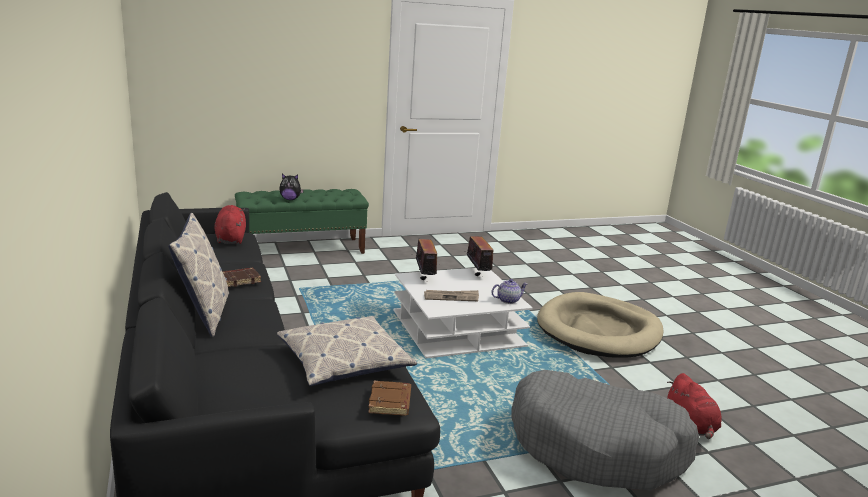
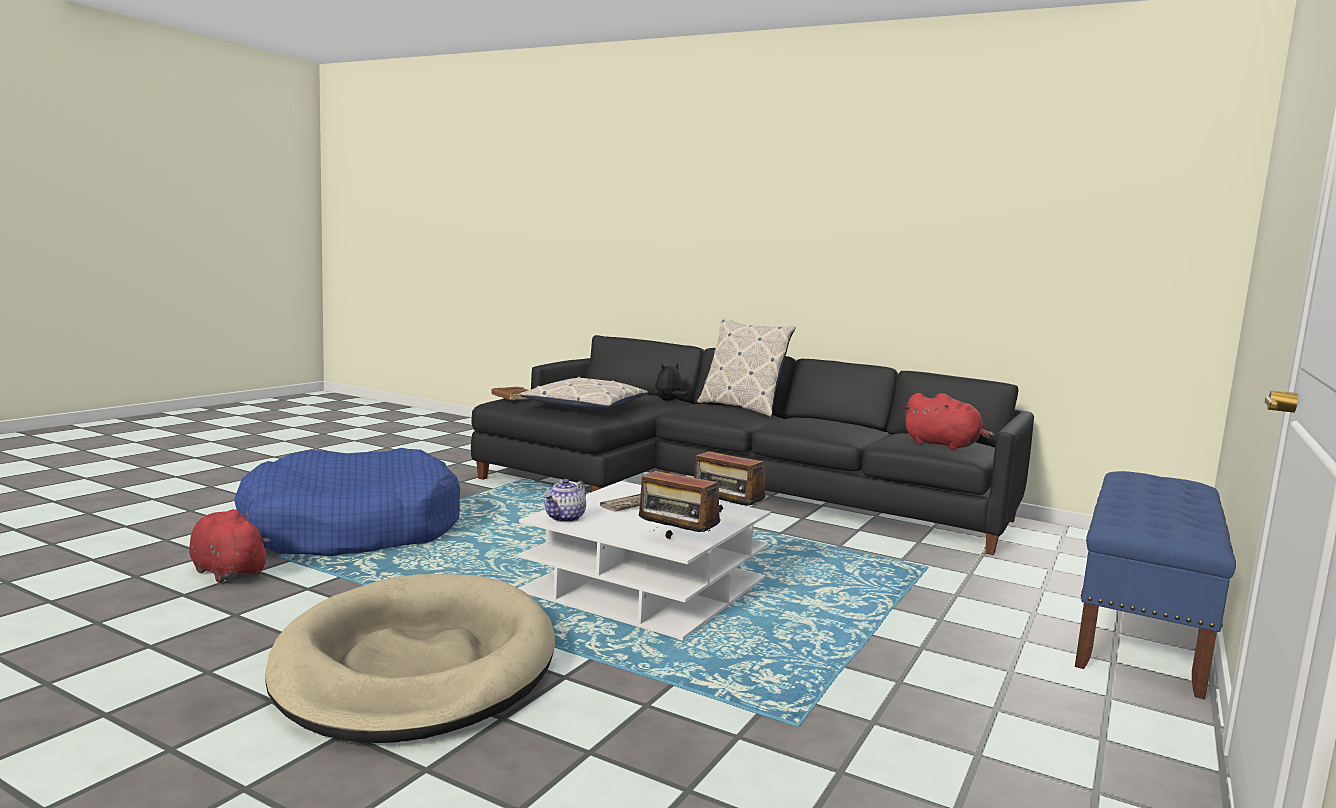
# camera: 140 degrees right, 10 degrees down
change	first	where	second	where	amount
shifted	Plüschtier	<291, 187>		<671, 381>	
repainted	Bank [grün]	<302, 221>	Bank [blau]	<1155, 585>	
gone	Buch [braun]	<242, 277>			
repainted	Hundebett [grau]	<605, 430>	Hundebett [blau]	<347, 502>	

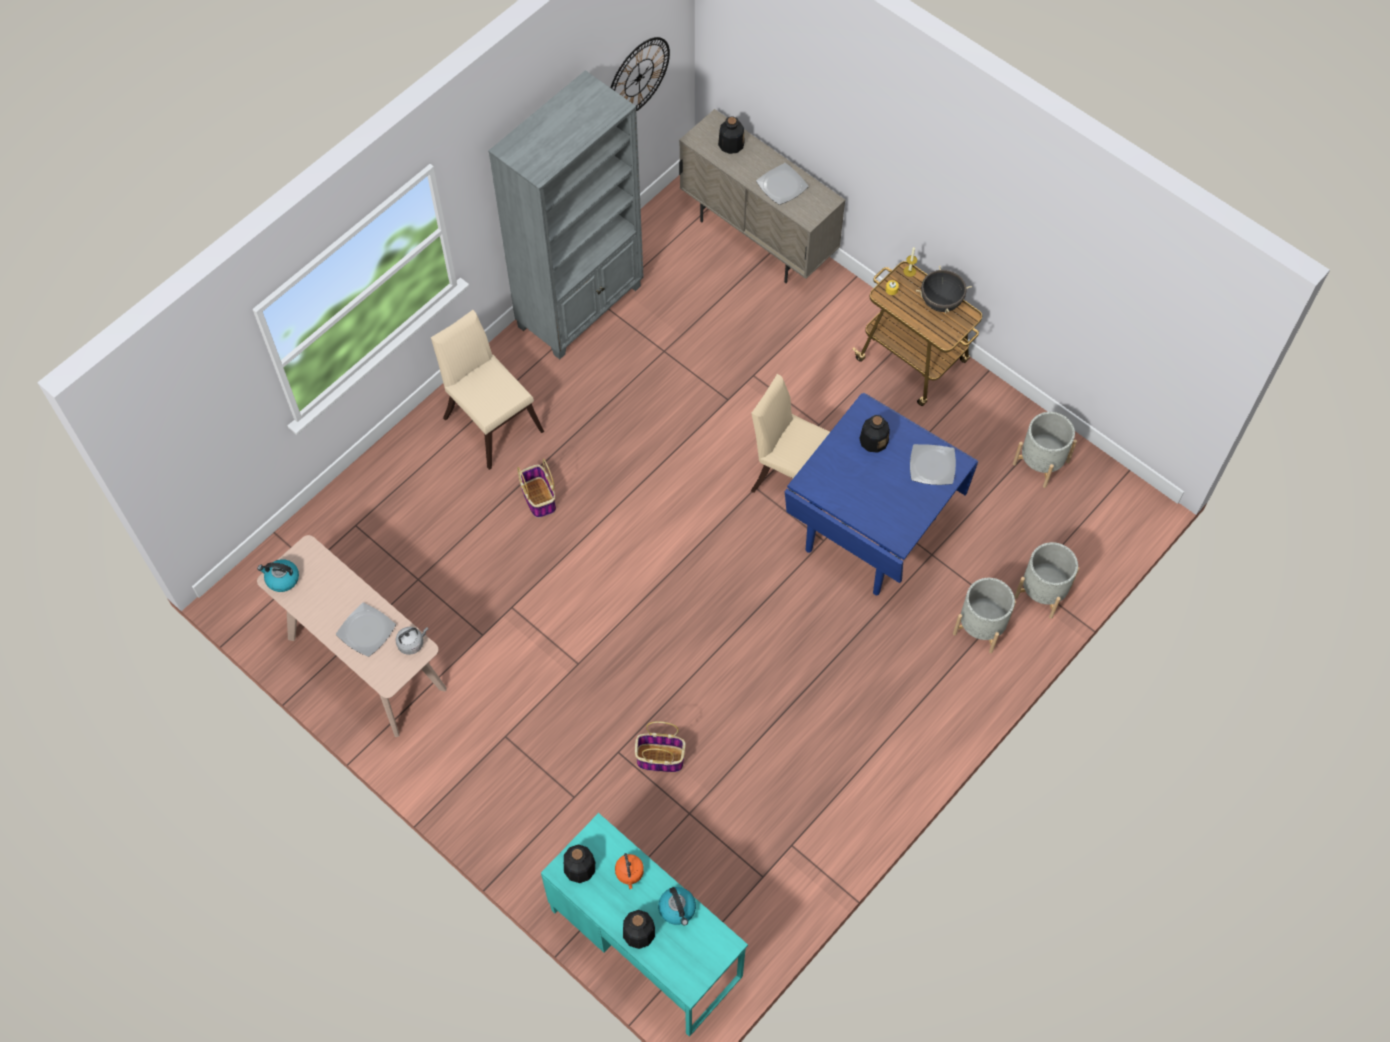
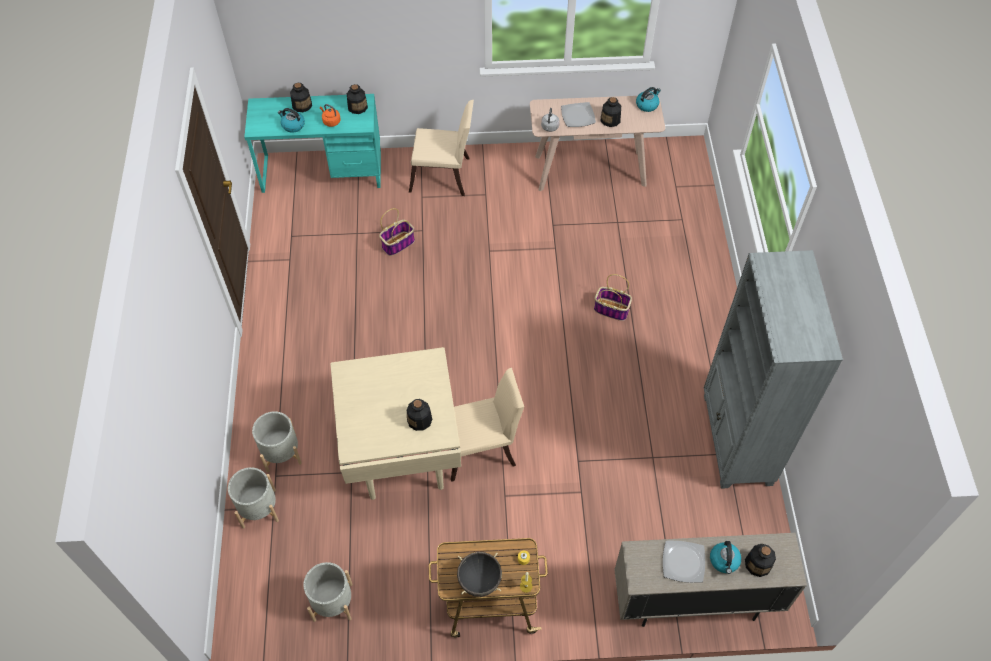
# camera: 135 degrees right, 5 degrees down
change	first	where	second	where	amount
gone	Wanduhr	<640, 74>			
shifted	Stuhl [beige]	<487, 390>		<441, 148>	
repainted	Esstisch [blau]	<881, 494>	Esstisch [beige]	<395, 423>	
gone	Teller	<933, 464>			
new			Flasche	<611, 112>	
new			Wasserkessel	<726, 557>	

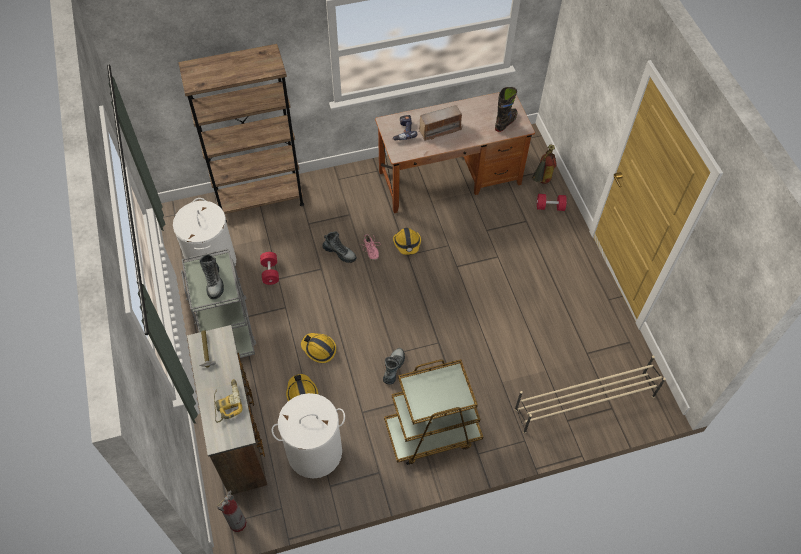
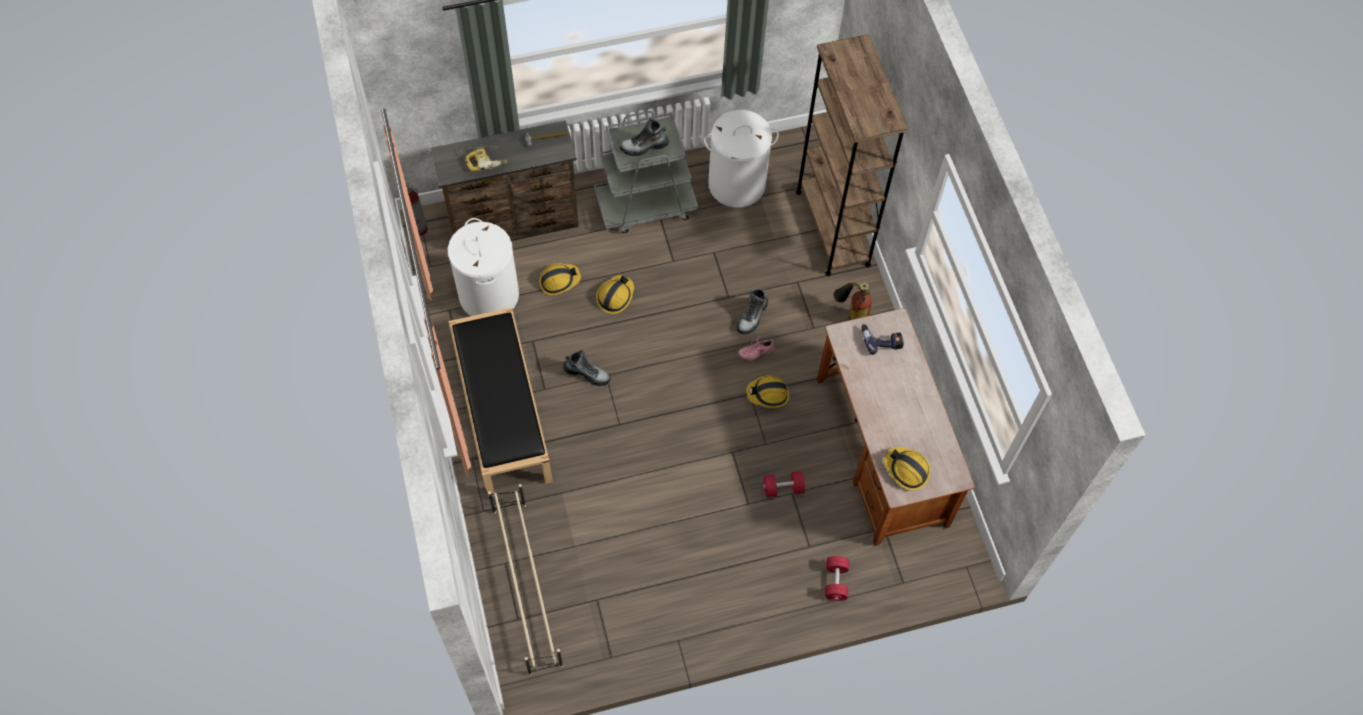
# camera: 90 degrees right, 5 degrees up
change	first	where	second	where	amount
swapped	Stiefel [schwarz]	<506, 109>	Schutzhelm	<907, 469>	
gone	Radio	<441, 123>			
shifted	Feuerlöscher	<544, 164>		<852, 301>	
shifted	Hantel [rot]	<269, 268>		<784, 484>	
swapped	Rollwagen [braun]	<433, 412>	Bank [schwarz]	<500, 402>	

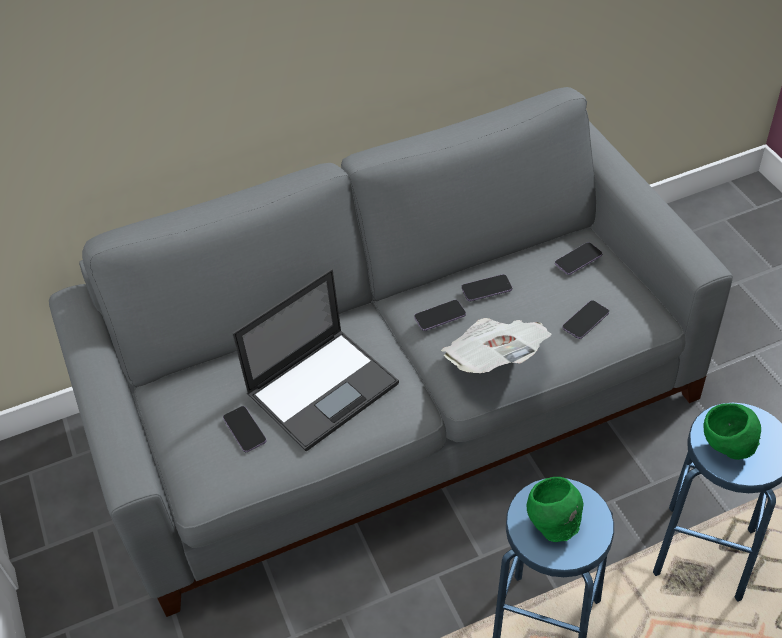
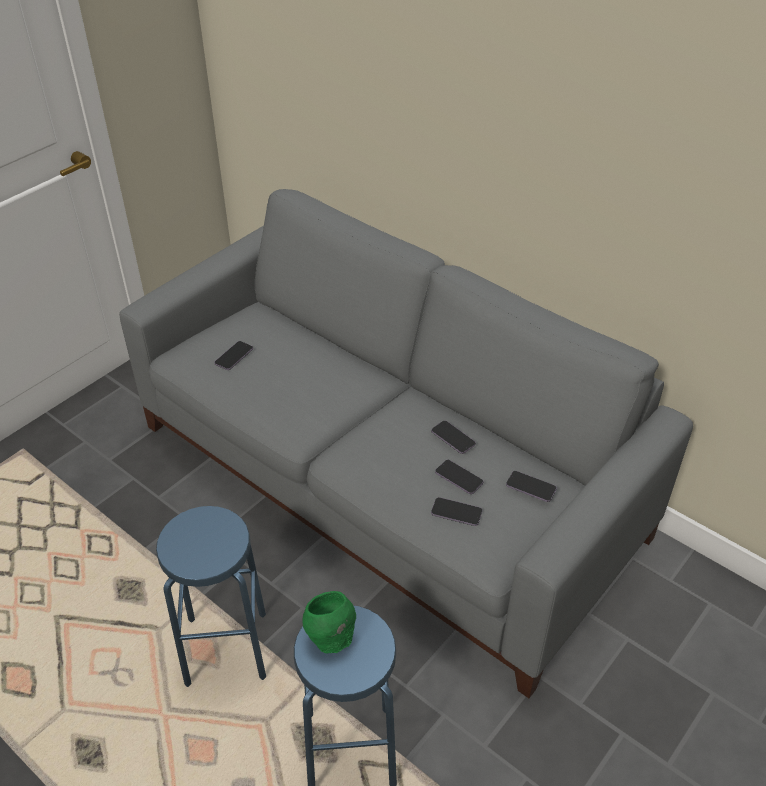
# camera: 60 degrees right, 5 degrees down
change	first	where	second	where	amount
gone	Laptop	<315, 360>			
shifted	Handy	<440, 315>		<459, 477>	
gone	Zeitung	<496, 345>			
gone	Schüssel [grün]	<555, 509>			

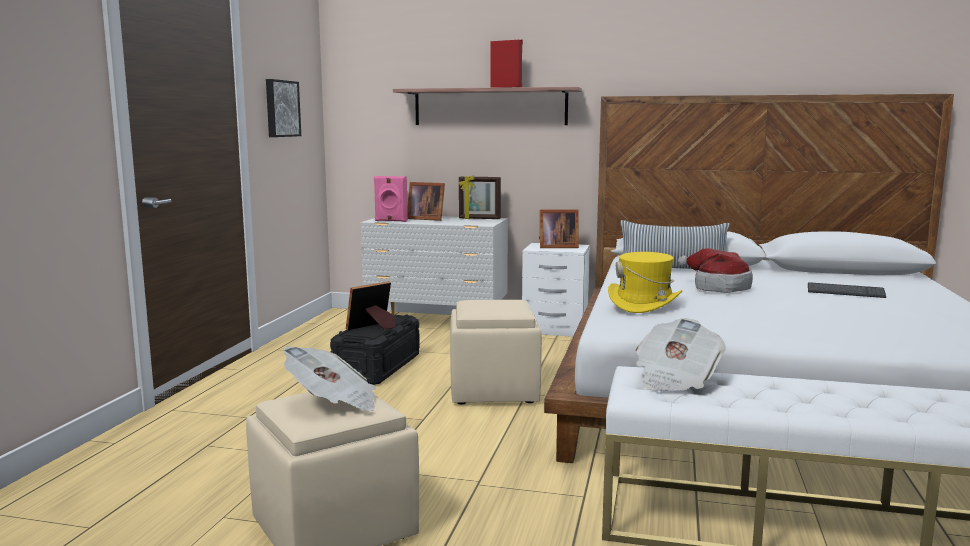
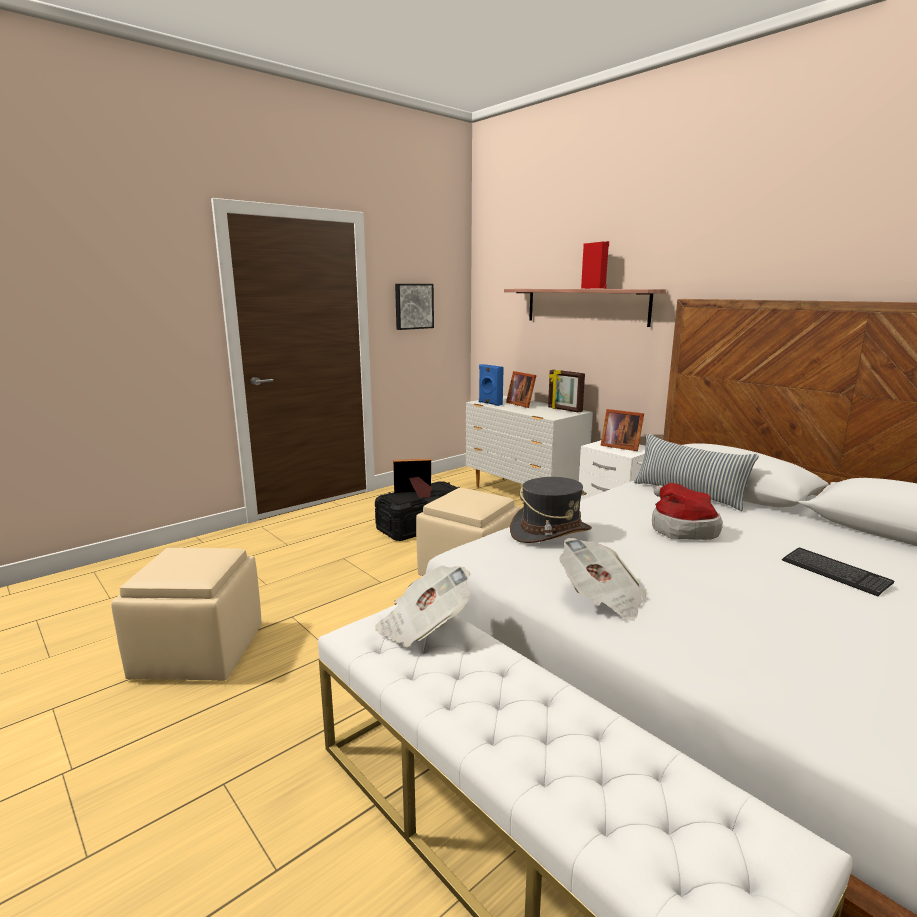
# camera: 35 degrees right, 5 degrees up
change	first	where	second	where	amount
repainted	Lautsprecher [rosa]	<391, 199>	Lautsprecher [blau]	<491, 385>	
repainted	Hut [gelb]	<645, 282>	Hut [grau]	<551, 510>	
shifted	Zeitung	<329, 378>		<602, 579>	

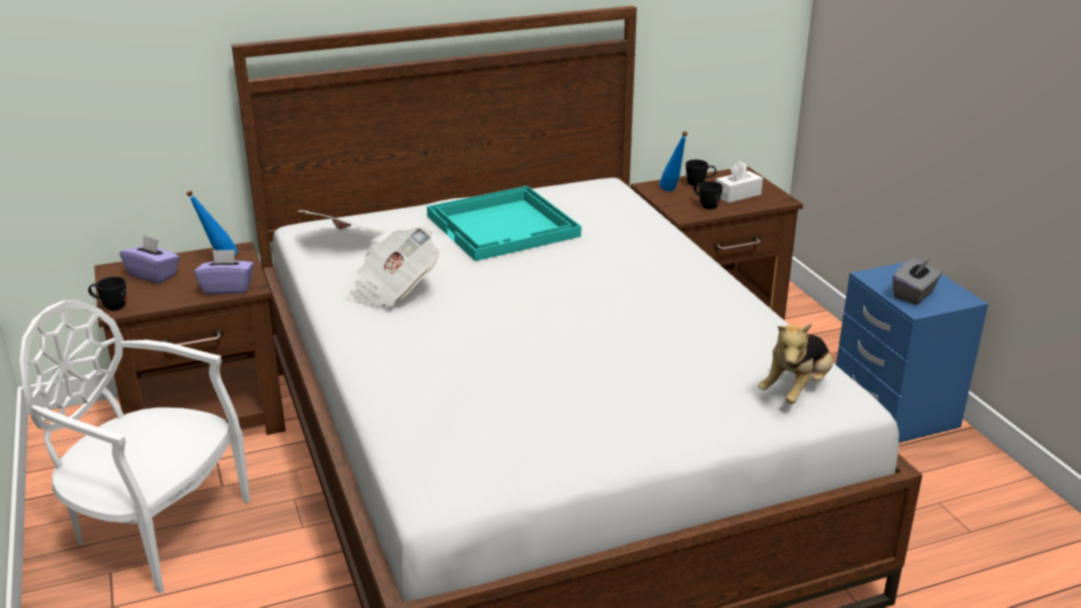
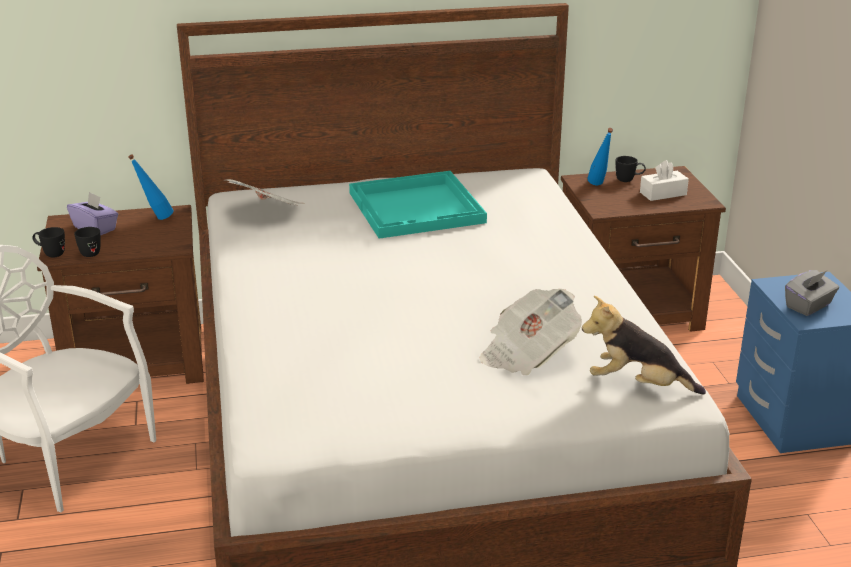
# camera: 10 degrees right, 0 degrees up
change	first	where	second	where	amount
shifted	Henkelbecher [schwarz]	<708, 195>		<87, 242>	
shifted	Zeitung	<393, 267>		<530, 332>	
gone	Taschentuchbox [lila]	<224, 272>			
rotated	Plüschtier	<795, 363>		<644, 345>	60 degrees clockwise

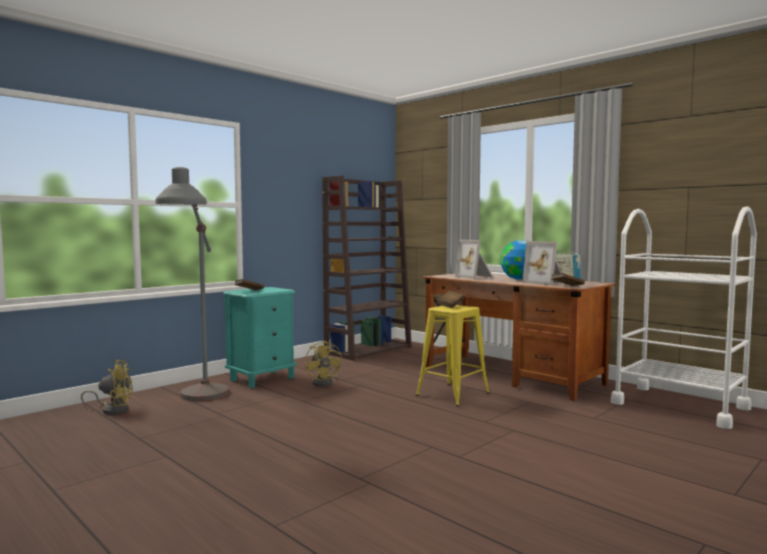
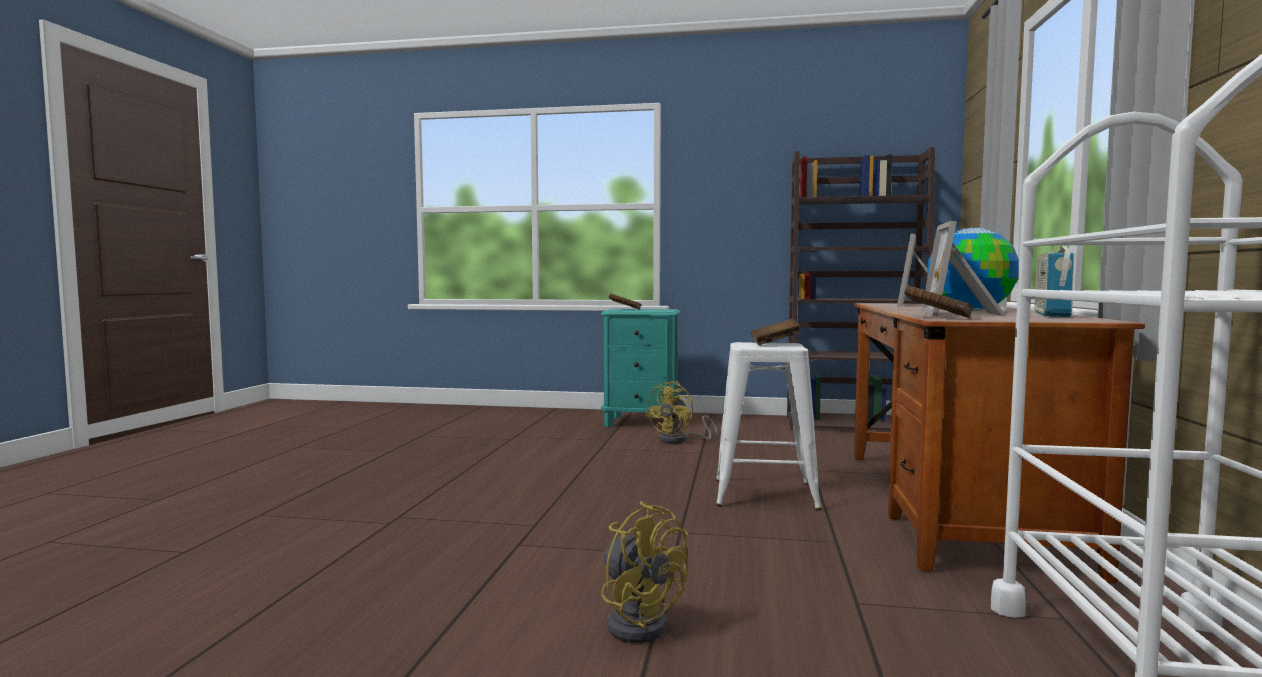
# camera: 55 degrees right, 0 degrees up
change	first	where	second	where	amount
gone	Stehlampe [grau]	<192, 284>			
repainted	Hocker [gelb]	<453, 355>	Hocker [weiß]	<769, 426>	
shifted	Ventilator [gelb]	<107, 387>		<644, 572>	

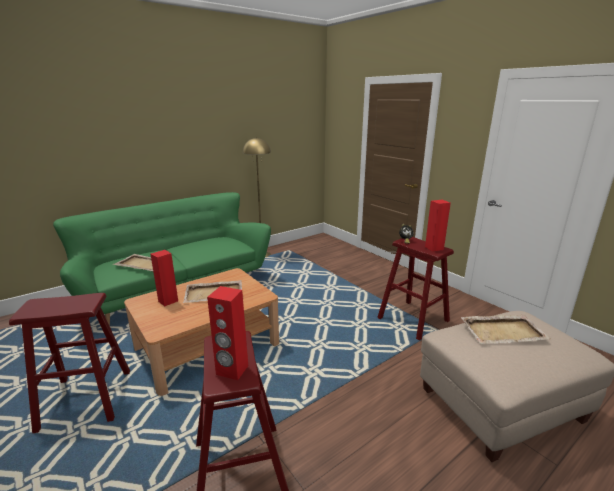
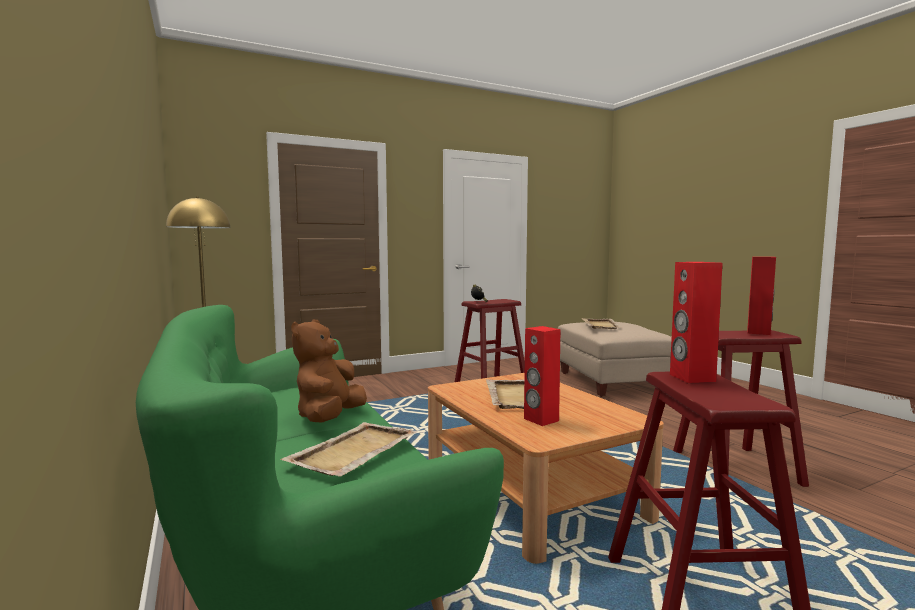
# camera: 80 degrees left, 15 degrees down
change	first	where	second	where	amount
shifted	Lautsprecher [rot]	<438, 225>		<696, 322>	
new			Plüschtier [braun]	<329, 371>	

